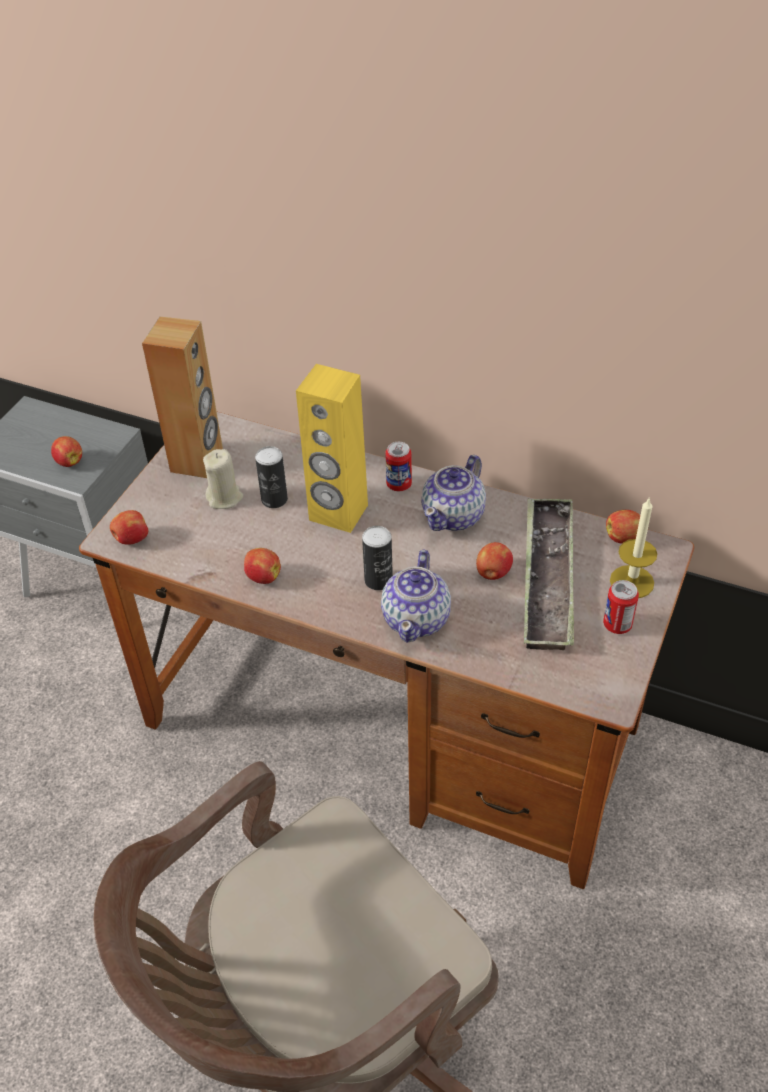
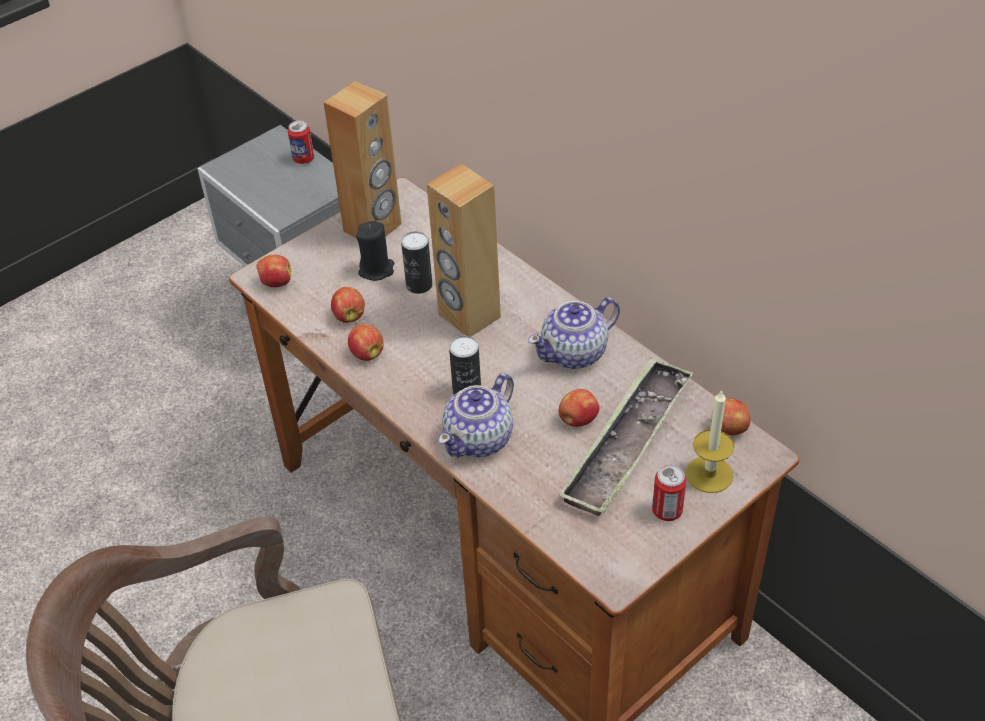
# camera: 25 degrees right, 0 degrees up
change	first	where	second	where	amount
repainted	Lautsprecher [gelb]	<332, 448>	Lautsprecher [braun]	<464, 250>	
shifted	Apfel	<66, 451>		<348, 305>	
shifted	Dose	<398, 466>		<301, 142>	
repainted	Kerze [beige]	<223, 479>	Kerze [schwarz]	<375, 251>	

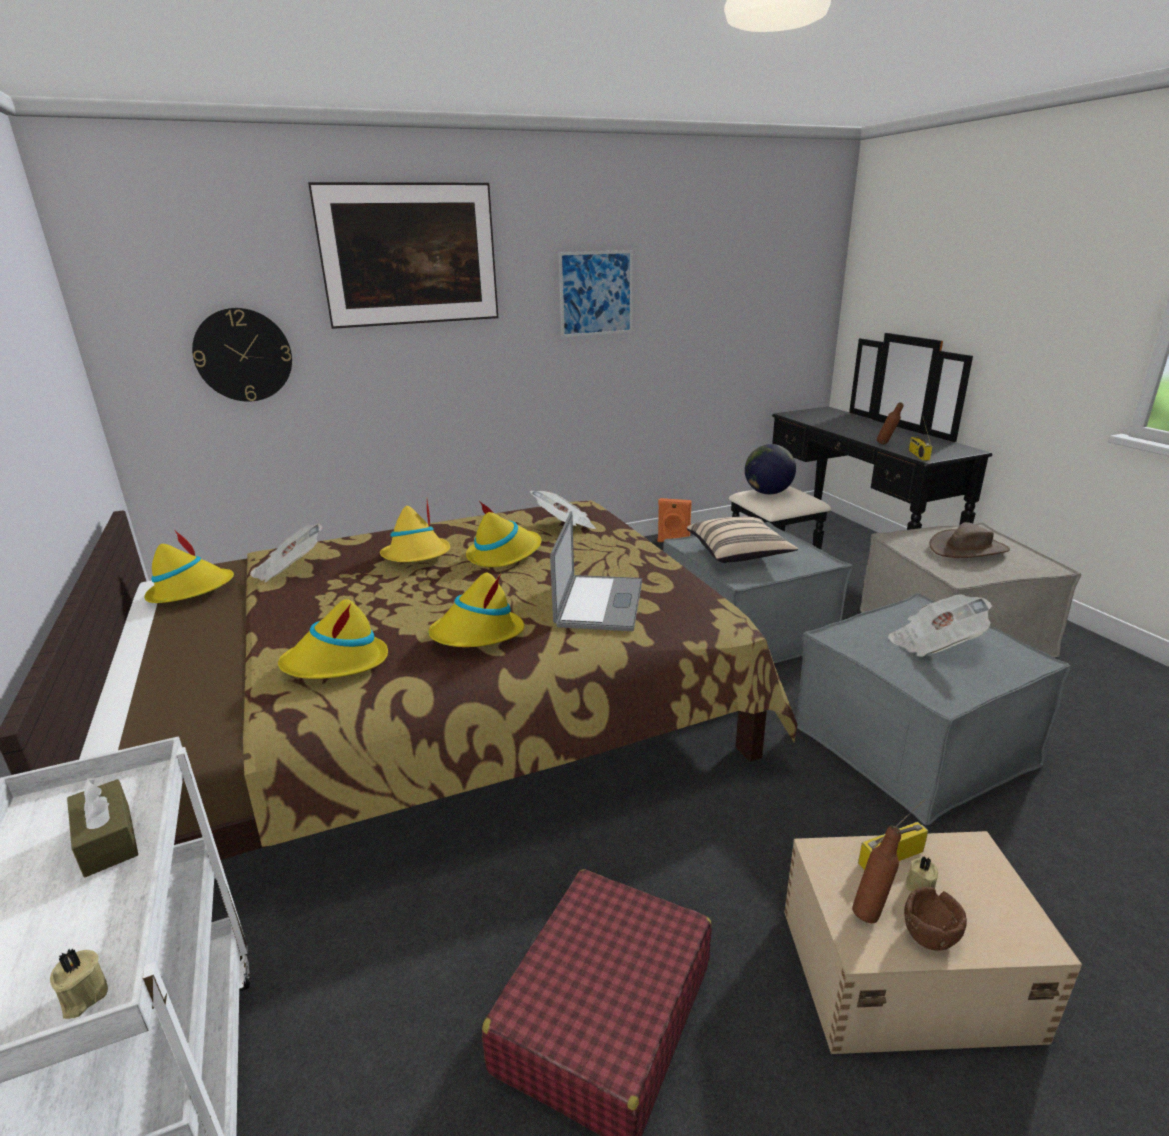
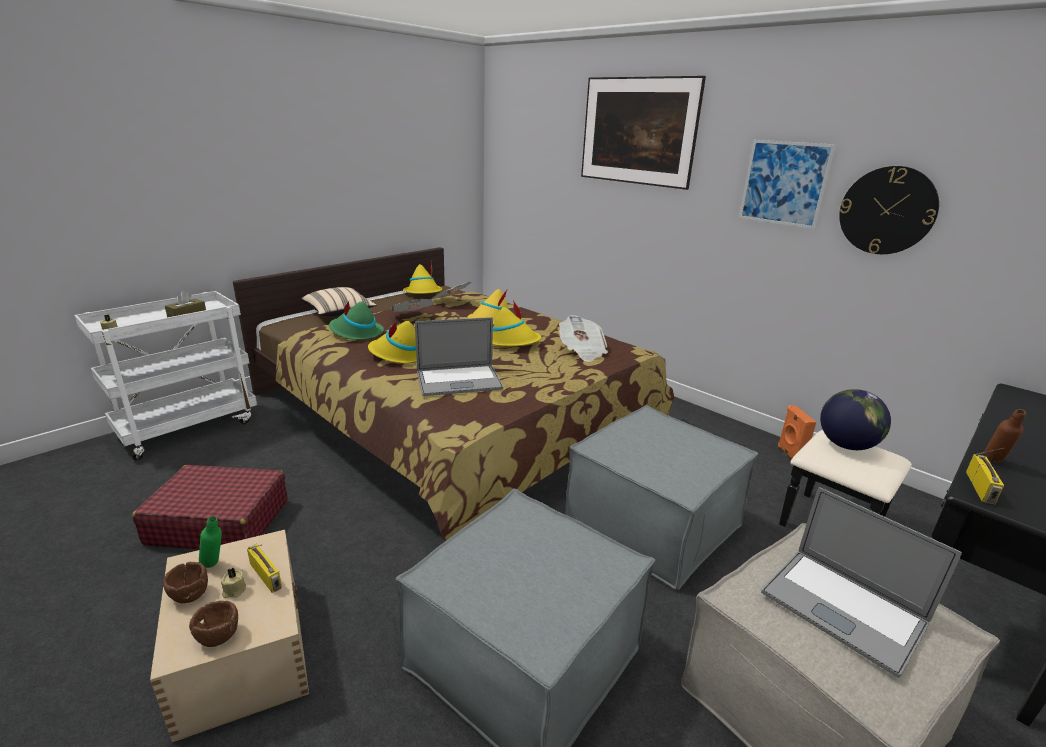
# camera: 65 degrees right, 0 degrees up
change	first	where	second	where	amount
shifted	Wanduhr	<242, 355>		<889, 210>	
rotated	Radio	<920, 439>		<985, 476>	135 degrees clockwise
shifted	Kissen [beige]	<742, 540>		<339, 301>	
swapped	Hut [braun]	<969, 540>	Laptop	<861, 582>	
shifted	Zeitung	<940, 625>		<412, 305>	
repainted	Hut [gelb]	<333, 639>	Hut [grün]	<356, 320>	
repainted	Flasche [braun]	<876, 874>	Flasche [grün]	<210, 542>	
new			Schüssel [braun]	<213, 624>	

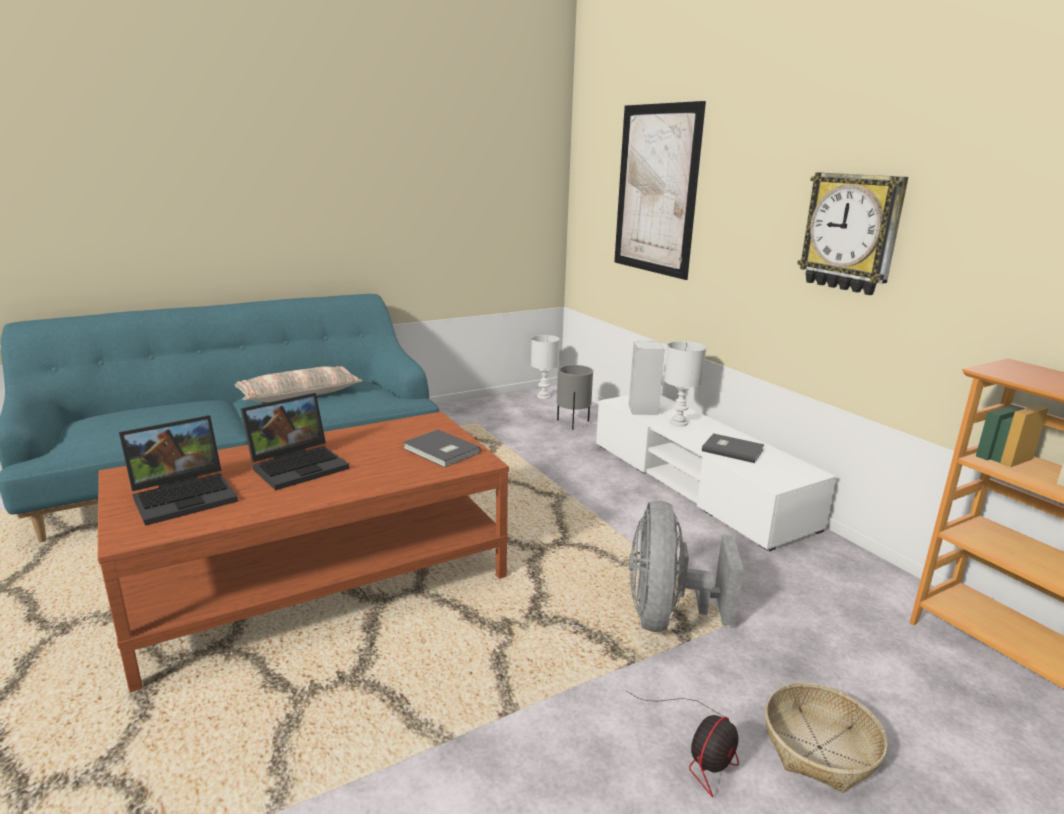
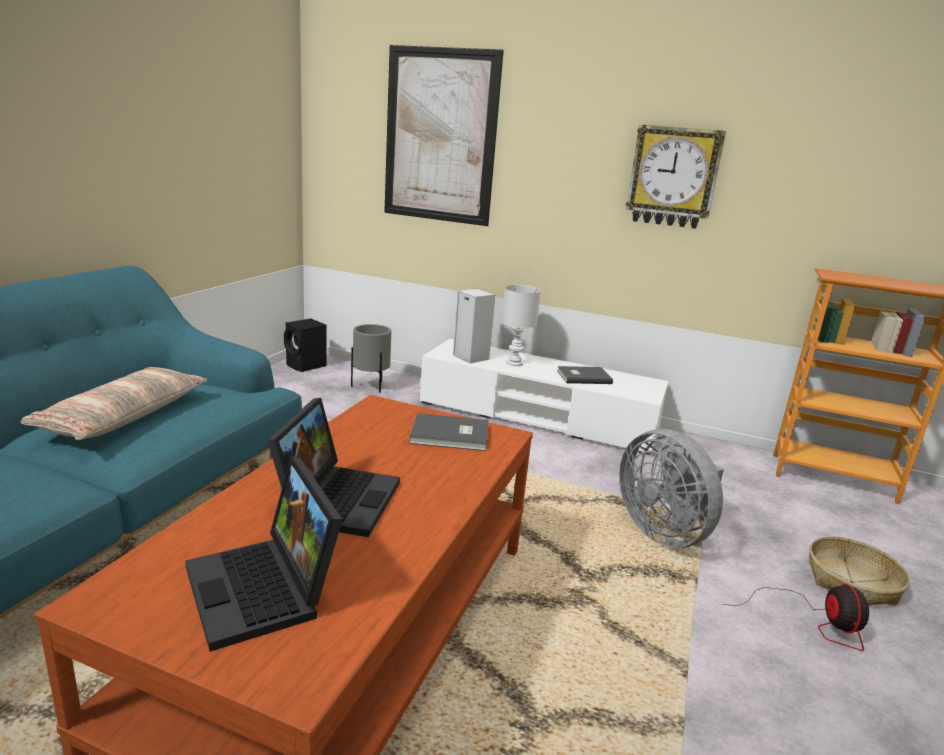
# camera: 40 degrees left, 0 degrees up
change	first	where	second	where	amount
swapped	Tischlampe [weiß]	<545, 367>	Lautsprecher [schwarz]	<305, 345>	
rotated	Laptop	<178, 470>		<263, 554>	135 degrees clockwise

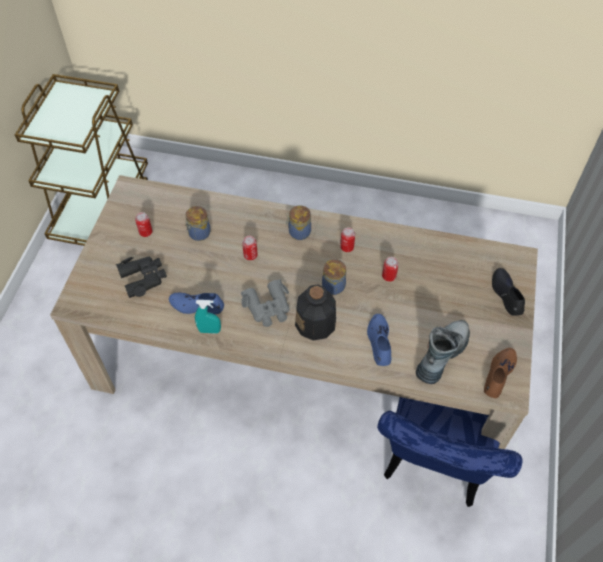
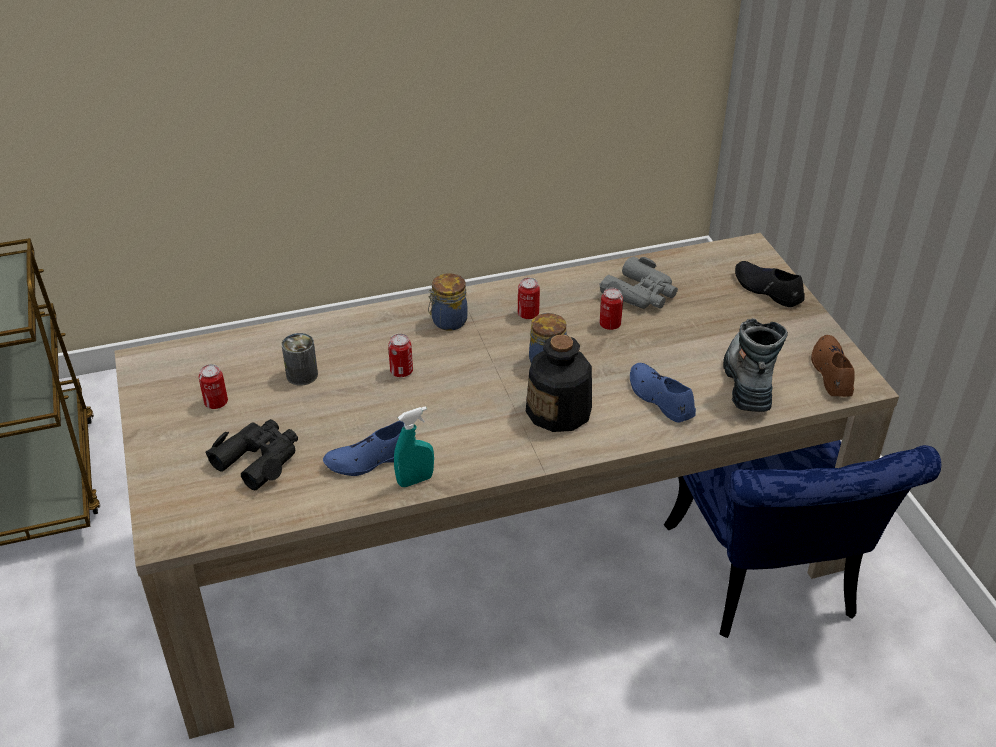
# camera: 30 degrees left, 15 degrees down
change	first	where	second	where	amount
swapped	Vorratsglas	<198, 223>	Dose	<300, 359>	
shifted	Fernglas [grau]	<265, 303>		<638, 282>	

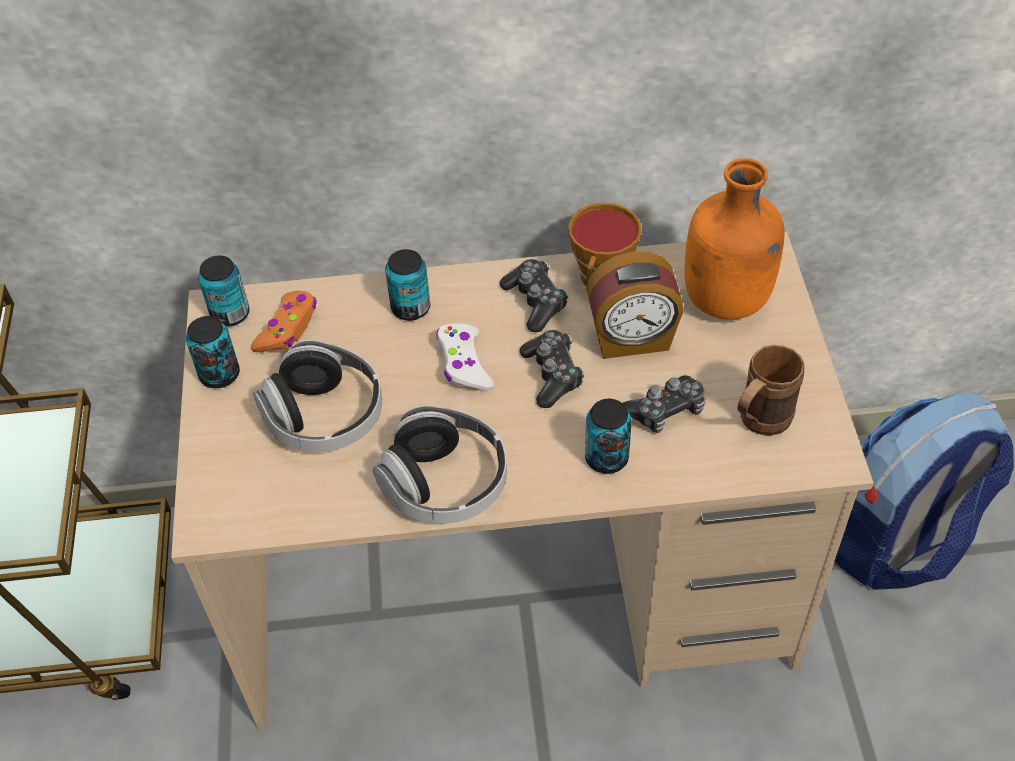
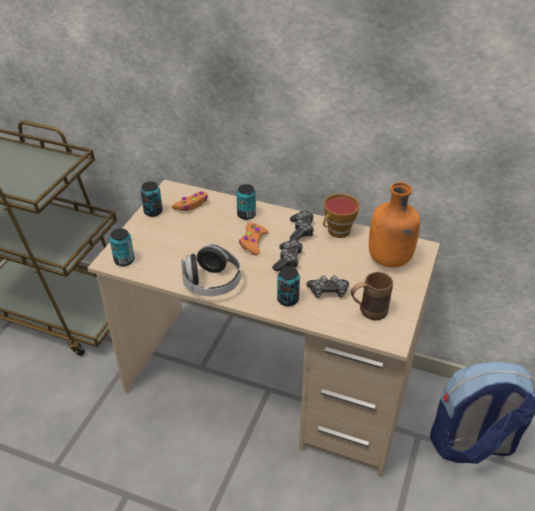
# camera: 25 degrees right, 10 degrees down
change	first	where	second	where	amount
gone	Wecker	<635, 305>			
shifted	Dose	<224, 291>		<122, 247>	
repainted	Gamepad [weiß]	<464, 356>	Gamepad [orange]	<253, 239>	
gone	Kopfhörer	<317, 396>			

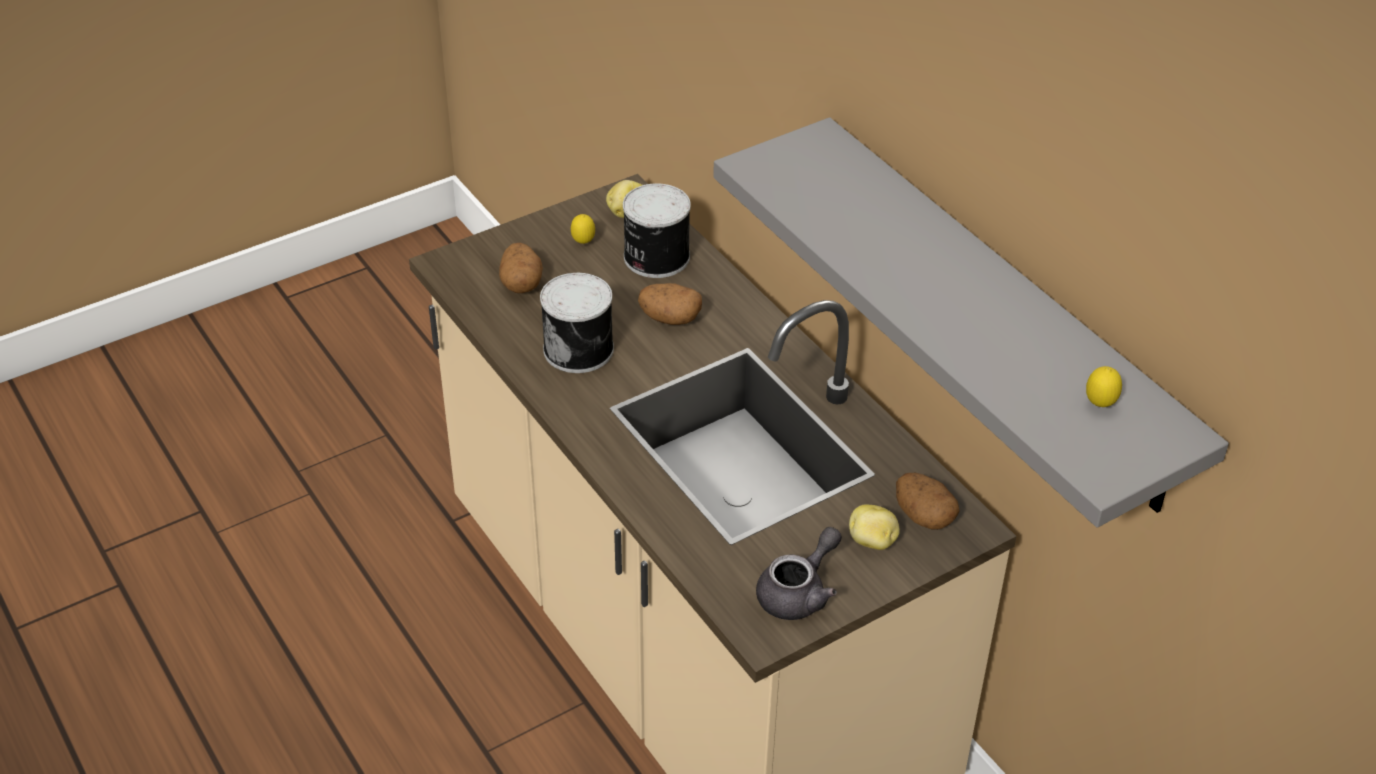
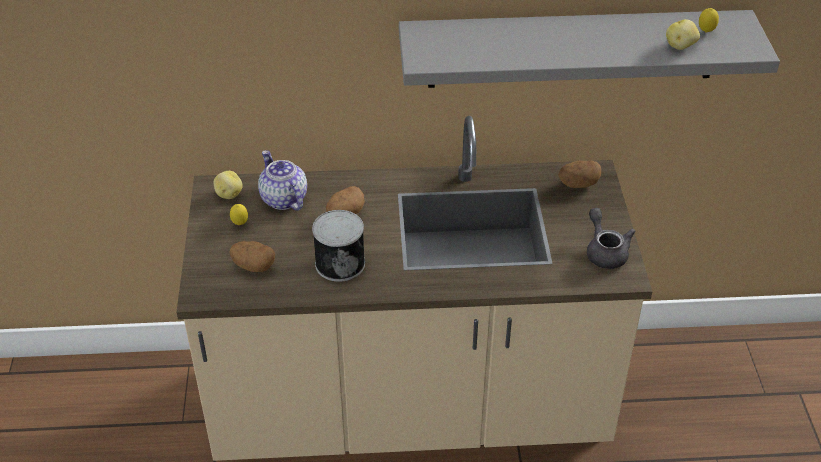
# camera: 60 degrees left, 0 degrees up
change	first	where	second	where	amount
swapped	Dose	<657, 230>	Teekanne	<282, 180>	
shifted	Kartoffel	<874, 527>		<683, 34>	

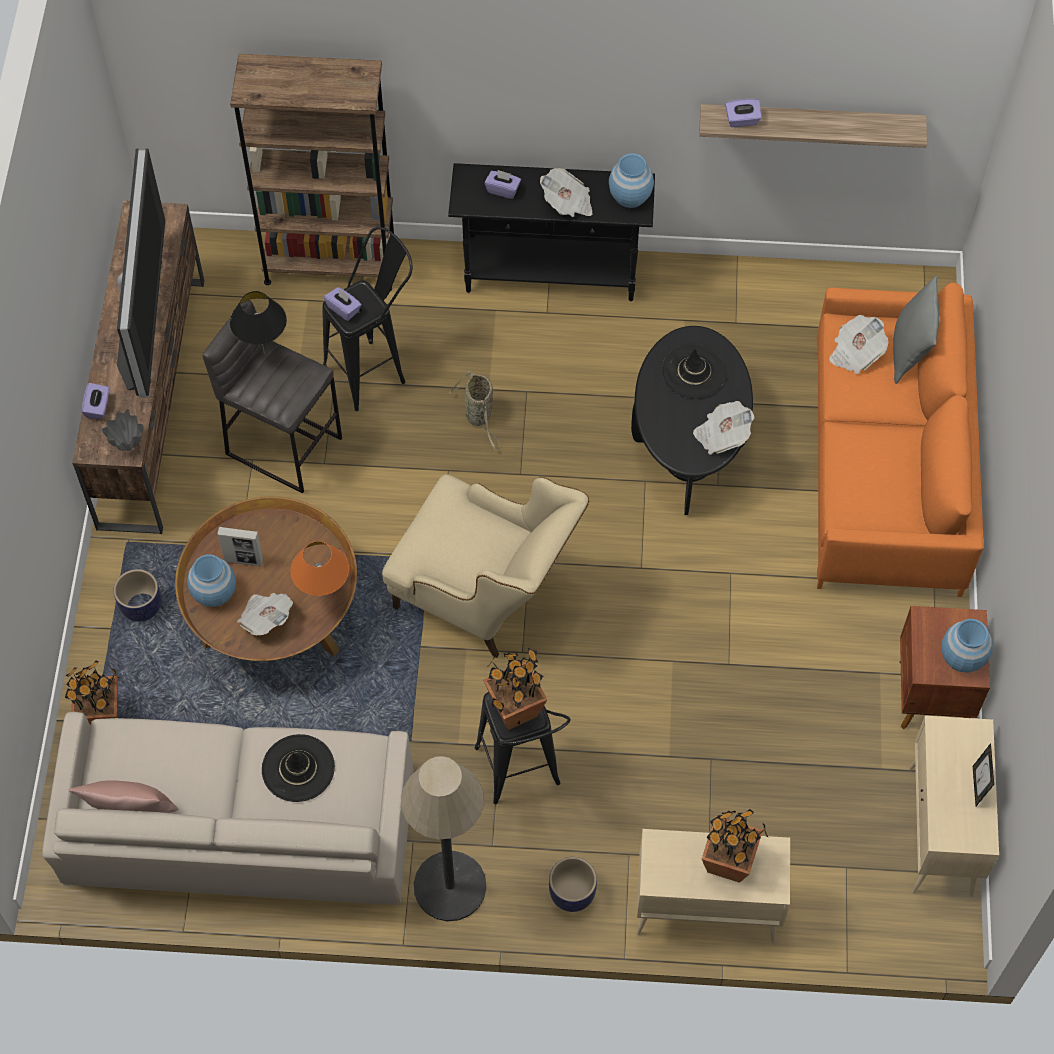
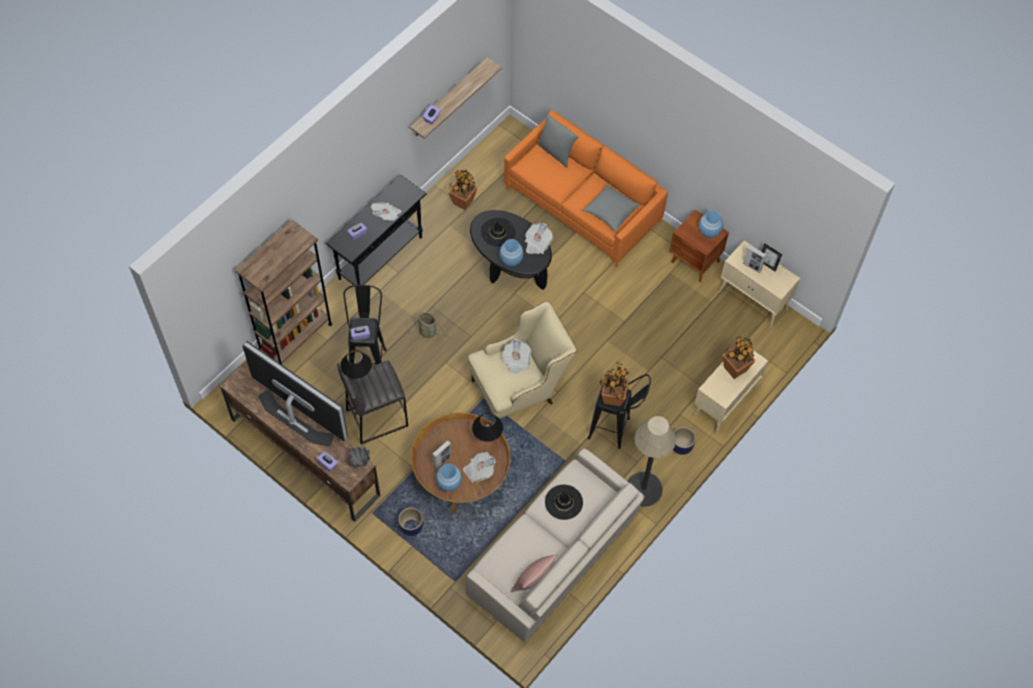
# camera: 55 degrees left, 0 degrees up
change	first	where	second	where	amount
shifted	Vase [blau]	<631, 180>		<511, 253>	
shifted	Zeitung	<858, 344>		<516, 357>	
repainted	Tischlampe [orange]	<320, 569>	Tischlampe [schwarz]	<487, 427>	
shifted	Topfpflanze	<93, 693>		<463, 190>	
new			Kissen [grau]	<611, 208>	
new			Bilderrahmen	<754, 259>	

